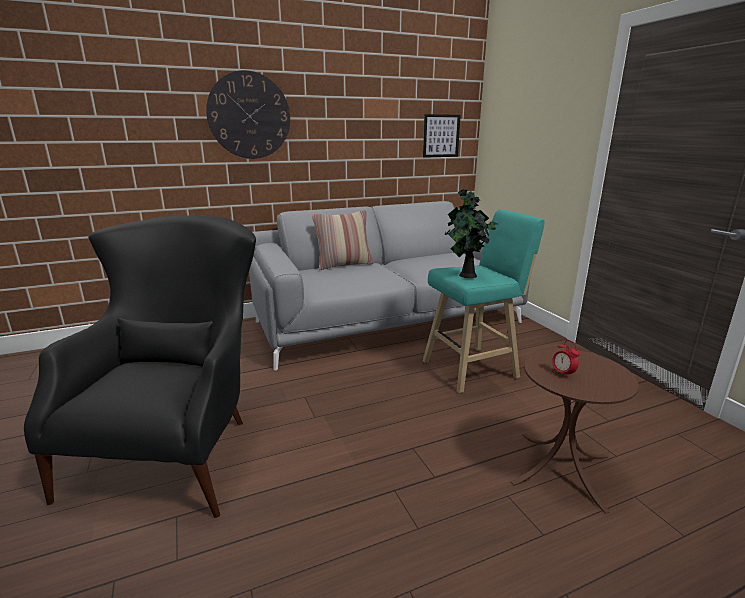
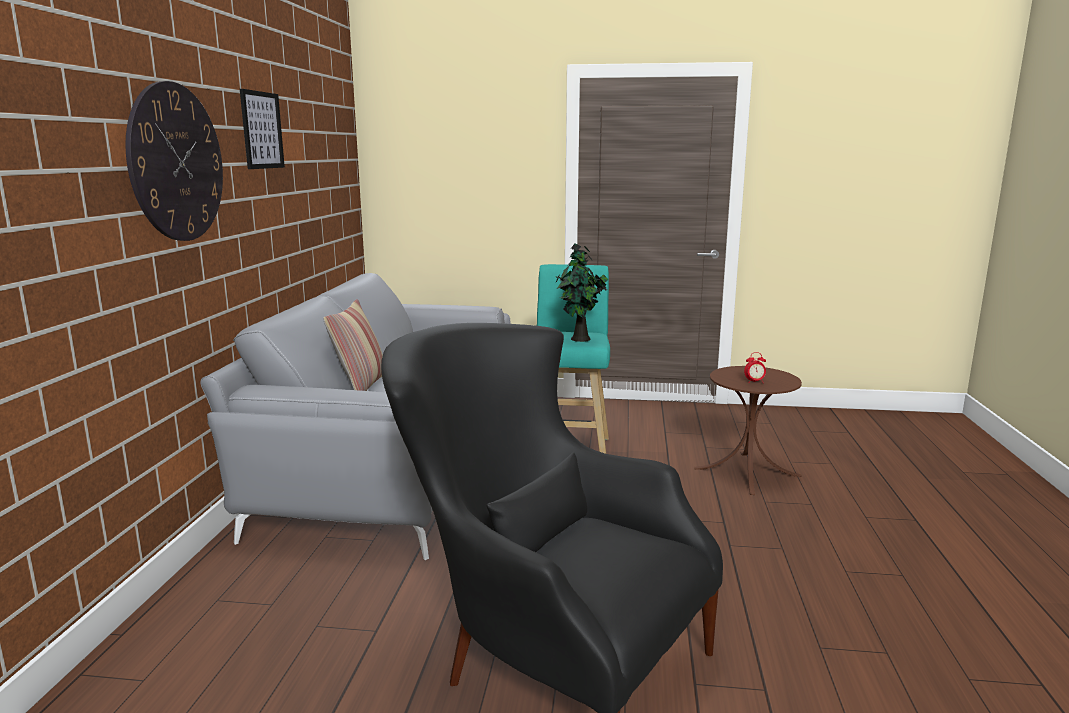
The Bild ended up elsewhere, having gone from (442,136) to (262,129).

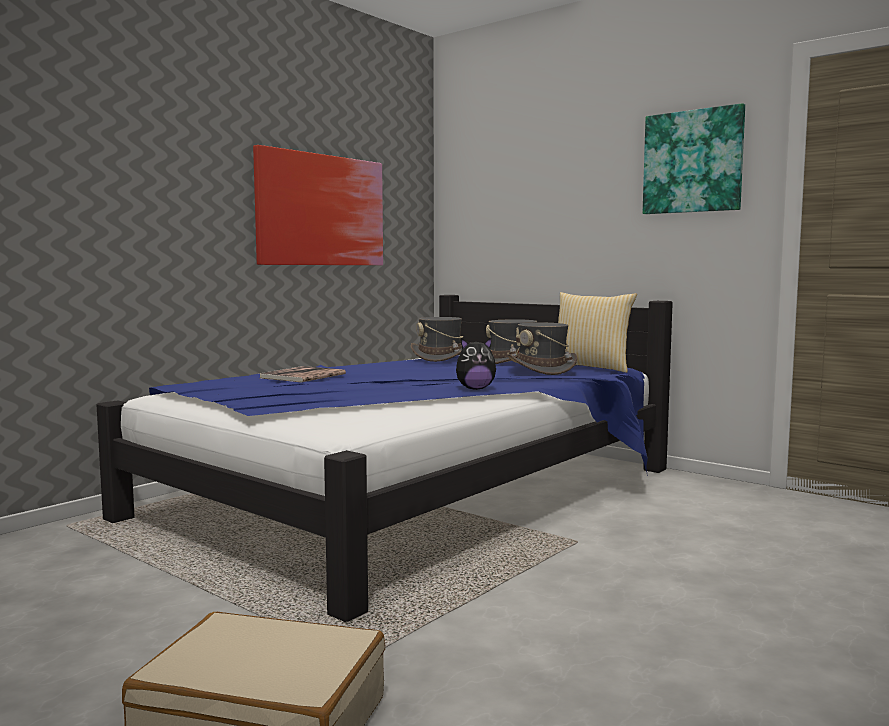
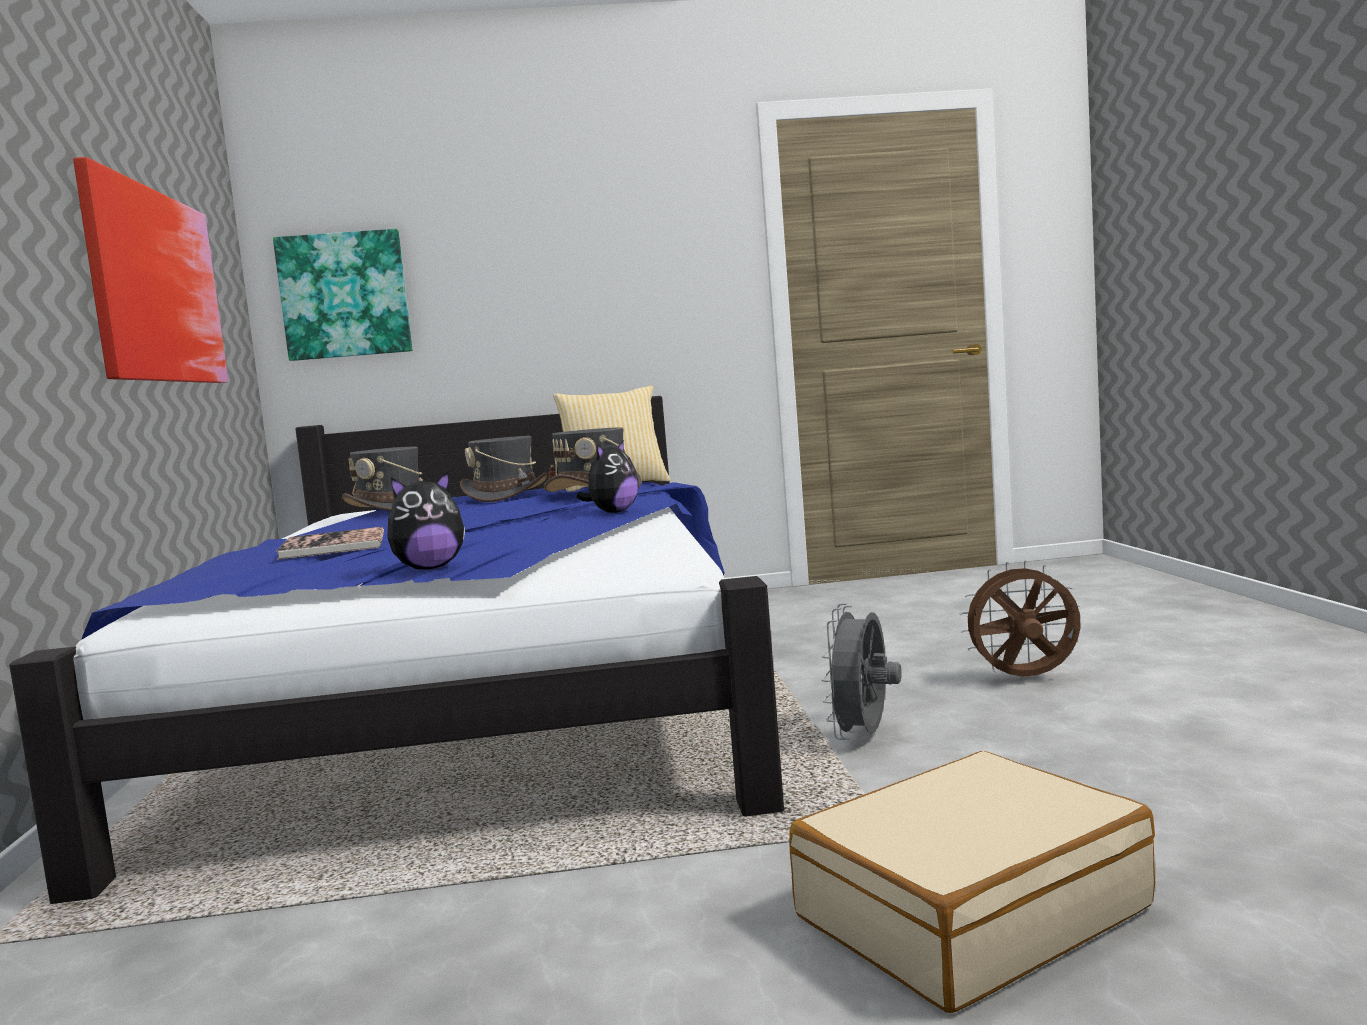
The second view gained the Plüschtier at (426,520). The second view gained the Ventilator (grau) at (861,671). The second view gained the Ventilator (braun) at (1020,618). The Bild ended up elsewhere, having gone from (694,158) to (342,295).

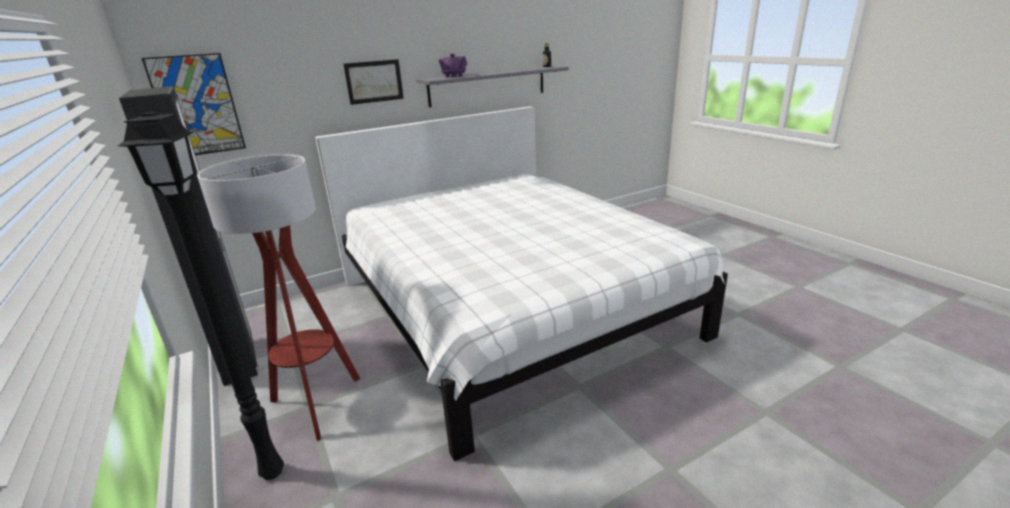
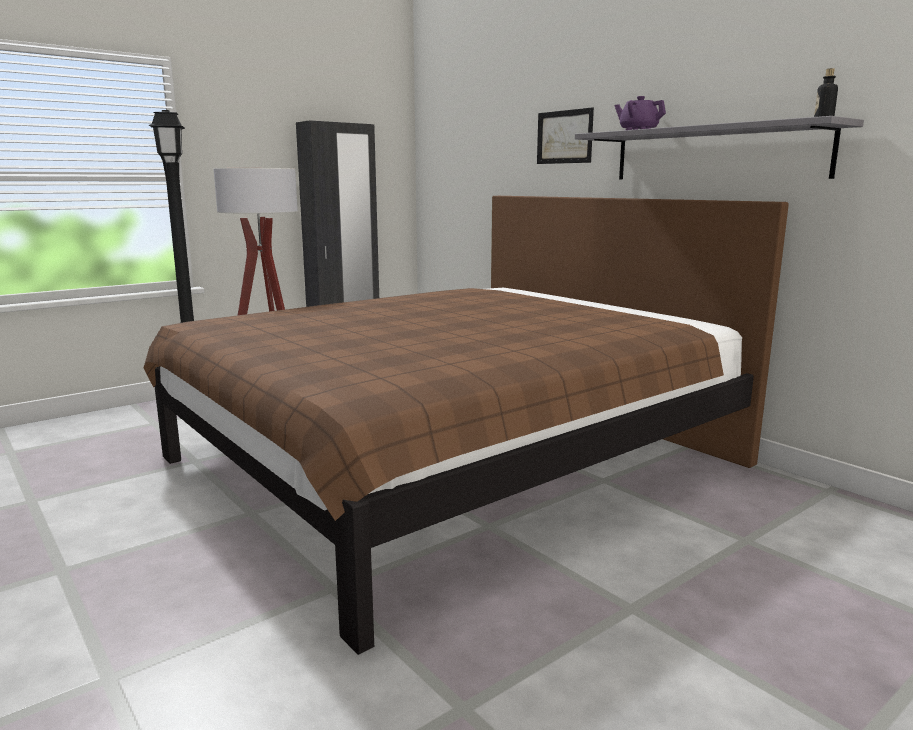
The second view lost the Bild at (194,104). What was the Bett (weiß) at (521,283) turned into the Bett (braun) at (466,425).

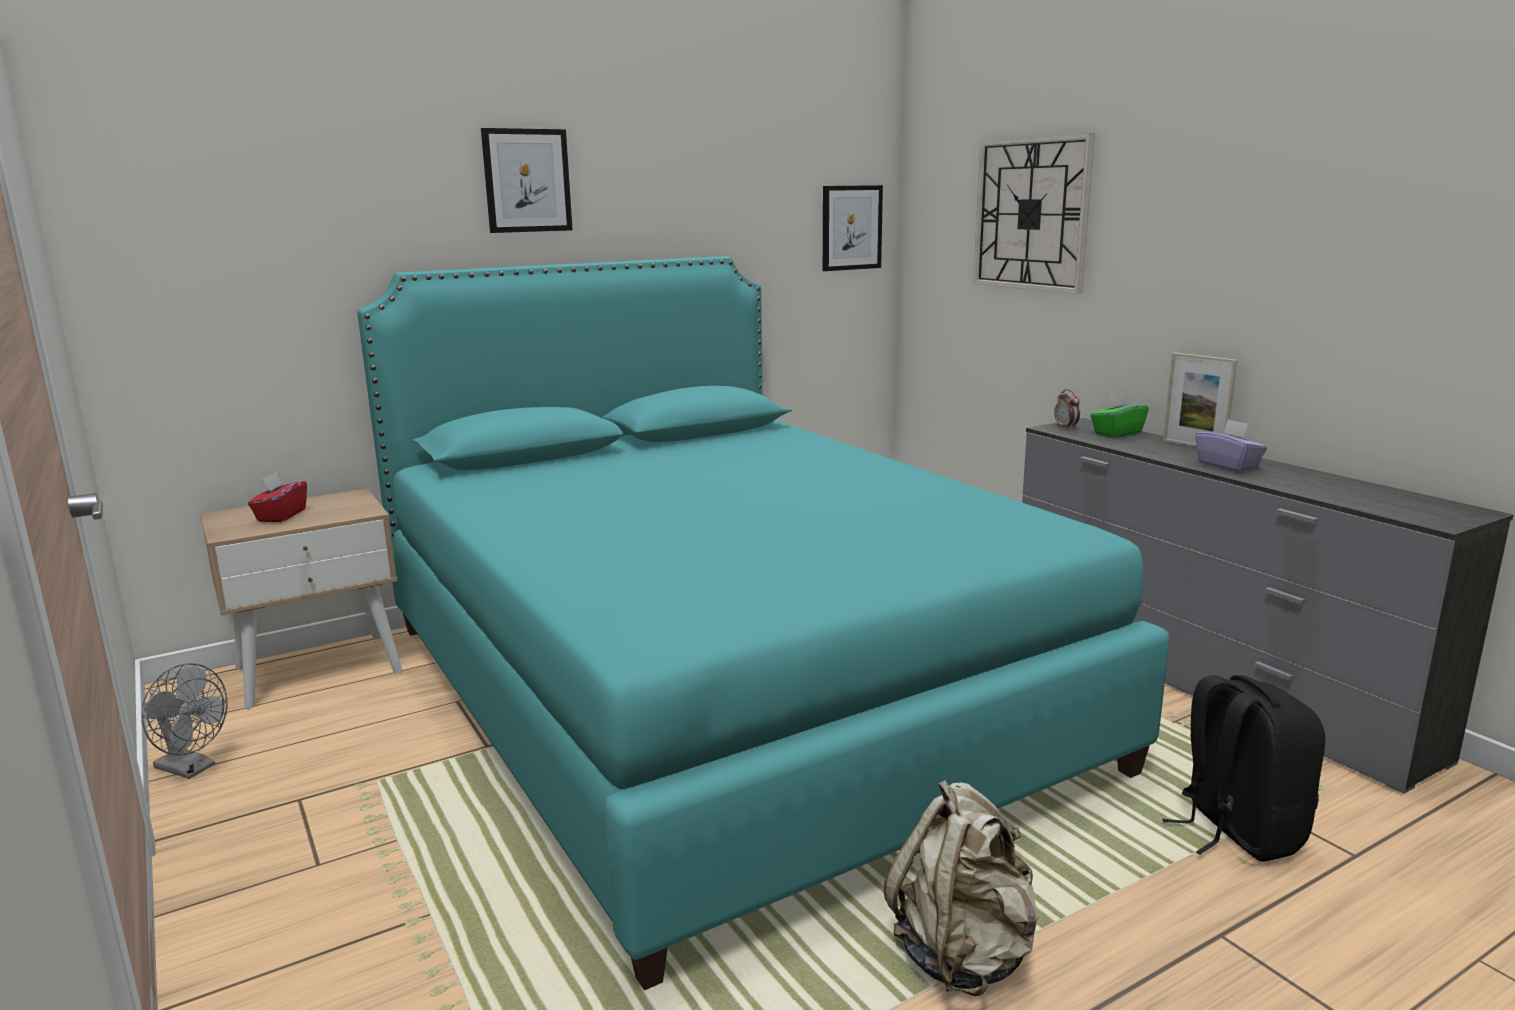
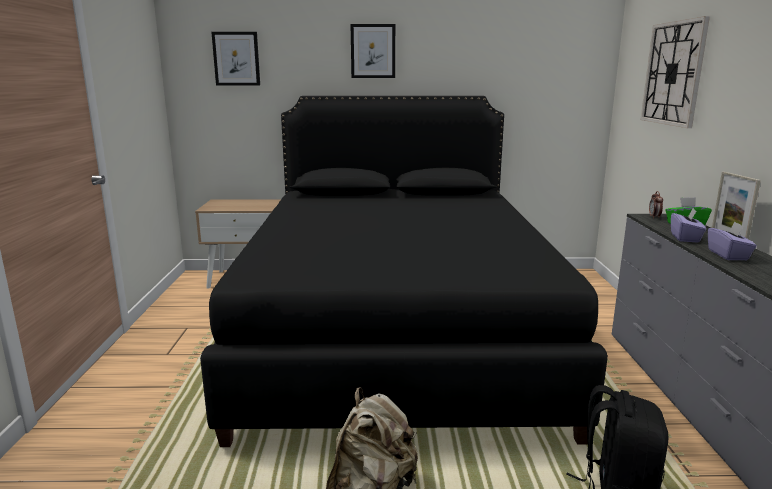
The second view lost the Ventilator (grau) at (184,721). The second view lost the Taschentuchbox (rot) at (277,497). The second view gained the Taschentuchbox (lila) at (688,226). The Bild ended up elsewhere, having gone from (853,228) to (235,59). What was the Bett (türkis) at (763,623) turned into the Bett (schwarz) at (404,271).

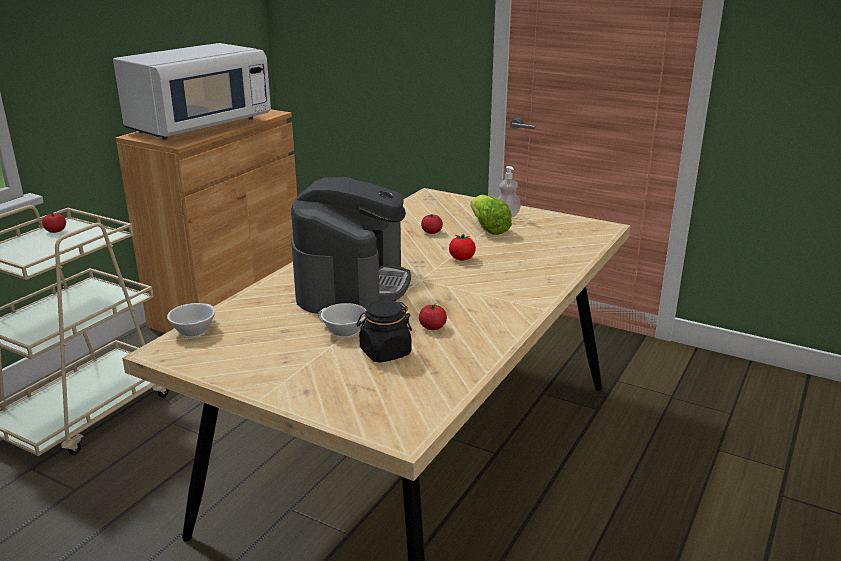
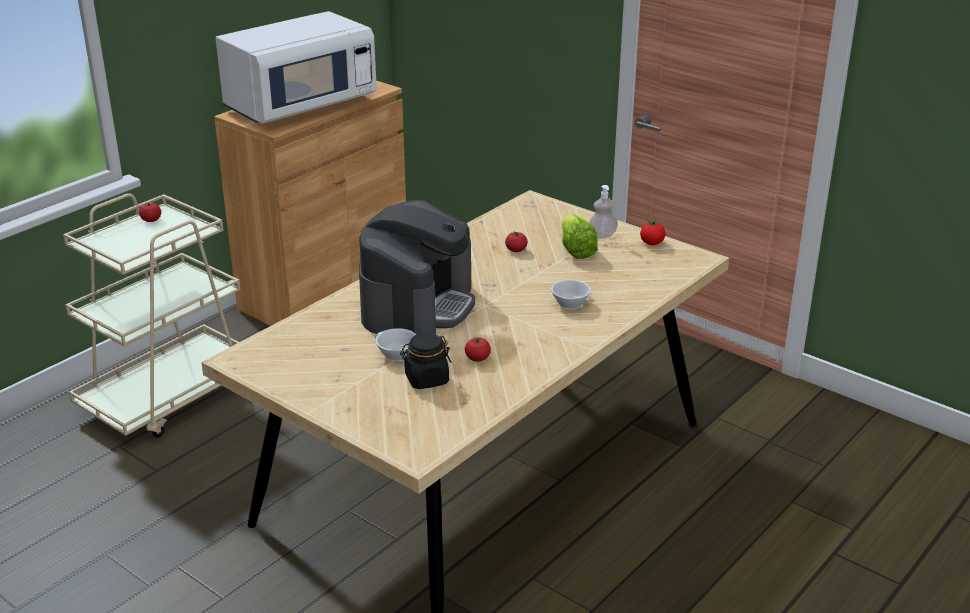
The Tasse (weiß) ended up elsewhere, having gone from (191,320) to (571,295). The Tomate ended up elsewhere, having gone from (462,247) to (653,232).

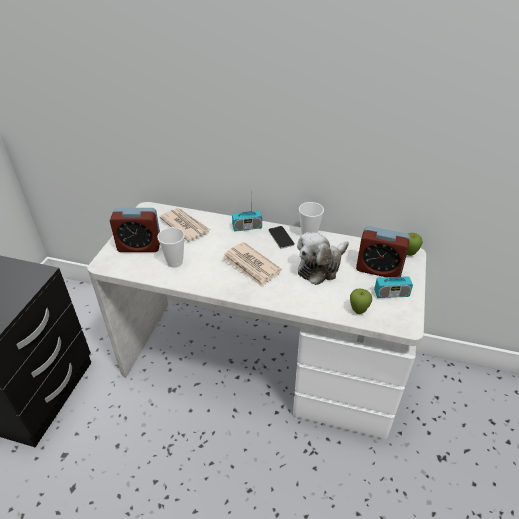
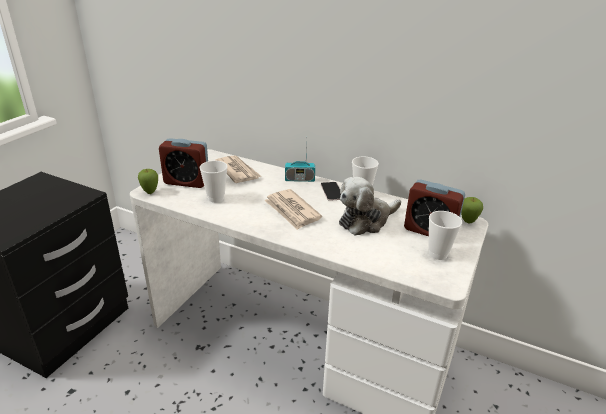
The Apfel ended up elsewhere, having gone from (361,301) to (148,181). Where the Radio stood at (393,276), the Tasse came to stand at (445,235).

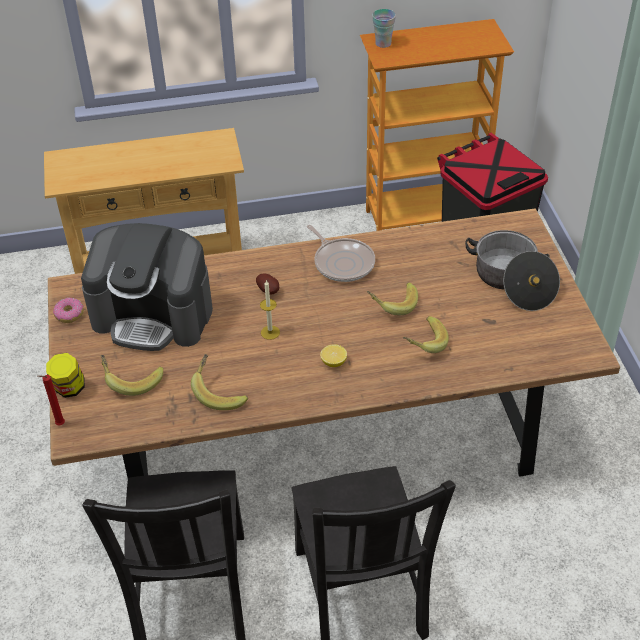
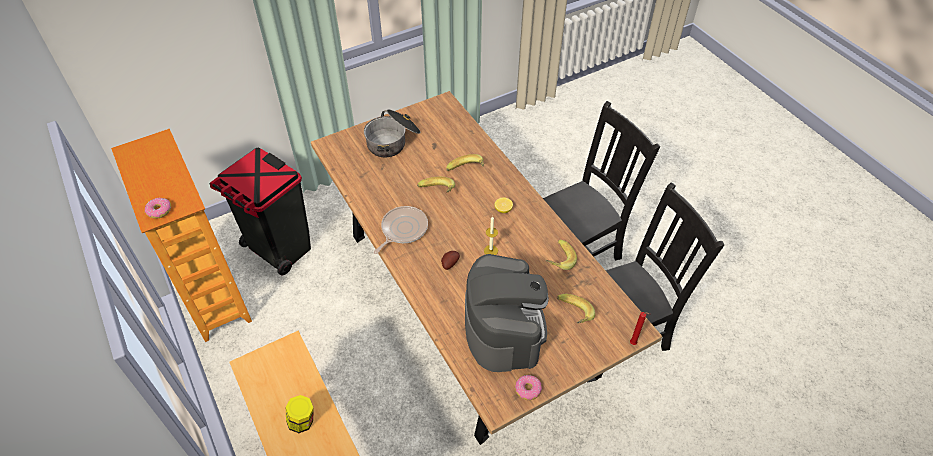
The Vorratsglas ended up elsewhere, having gone from (65,375) to (299,414). Where the Tasse stood at (384,28), the Donut came to stand at (158,208).

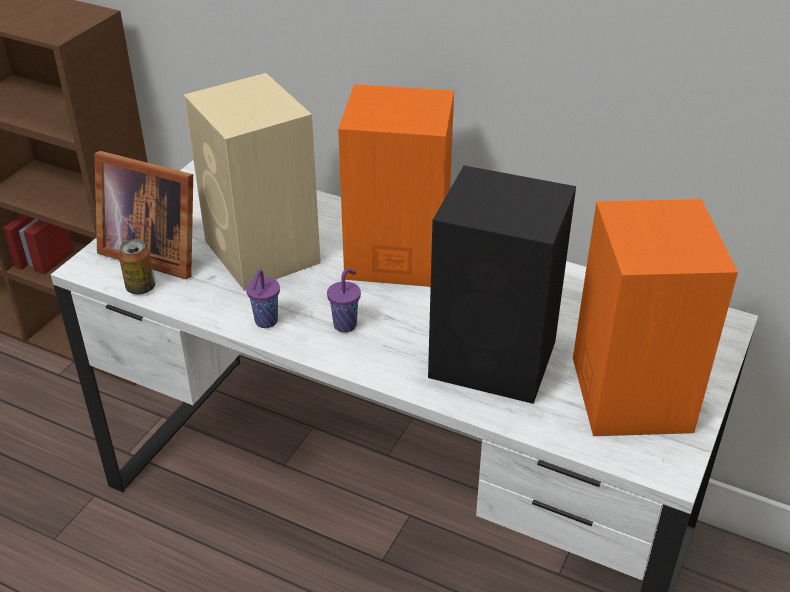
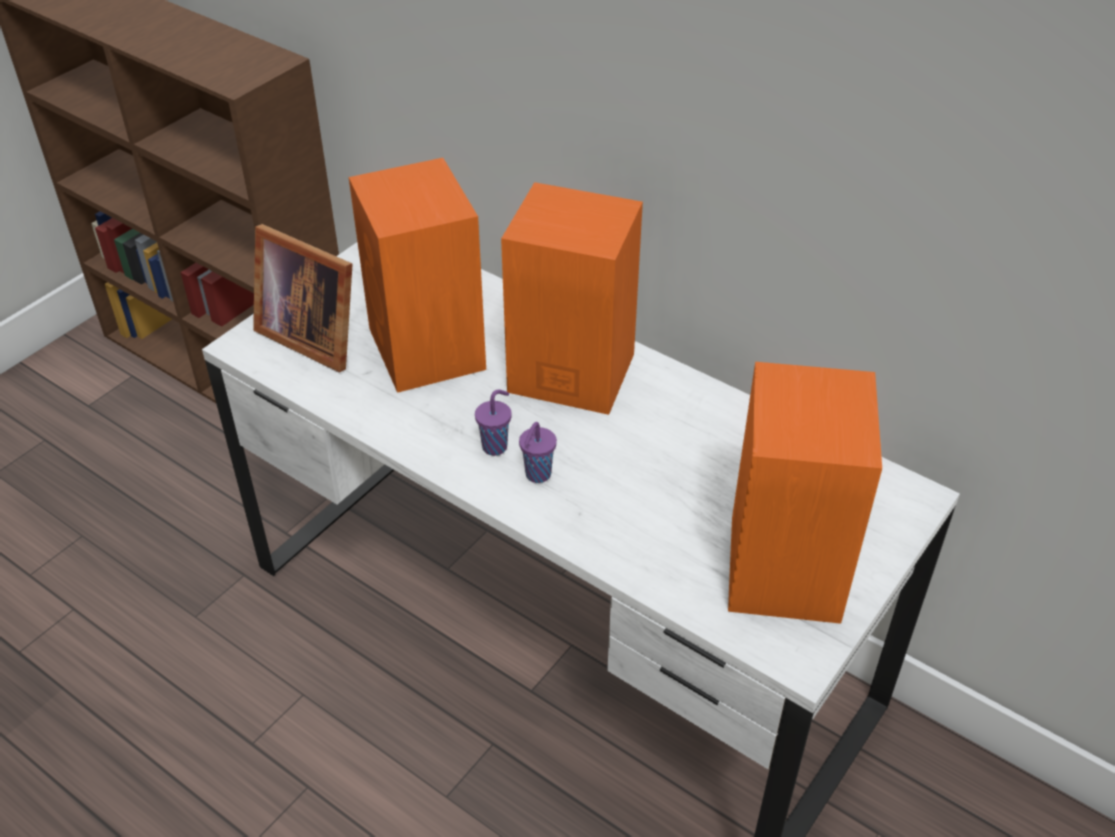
The second view lost the Dose at (136,267). The second view lost the Lautsprecher (schwarz) at (502,284). The Tasse (lila) ended up elsewhere, having gone from (263,298) to (538,452). What was the Lautsprecher (beige) at (252,182) turned into the Lautsprecher (orange) at (417,275).

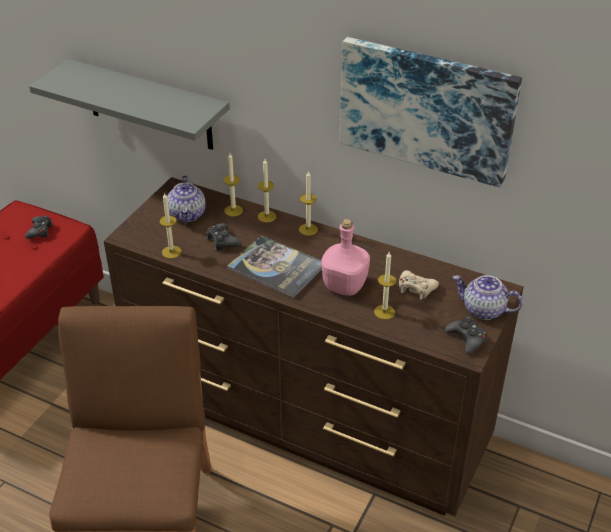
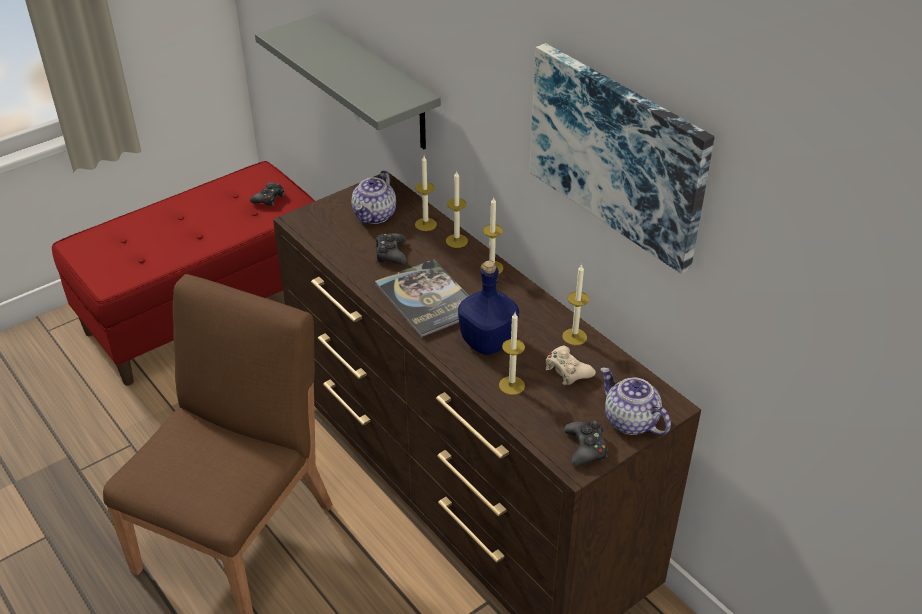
The Kerze ended up elsewhere, having gone from (170,225) to (575,304). What was the Flasche (rosa) at (345,257) turned into the Flasche (blau) at (488,307).

